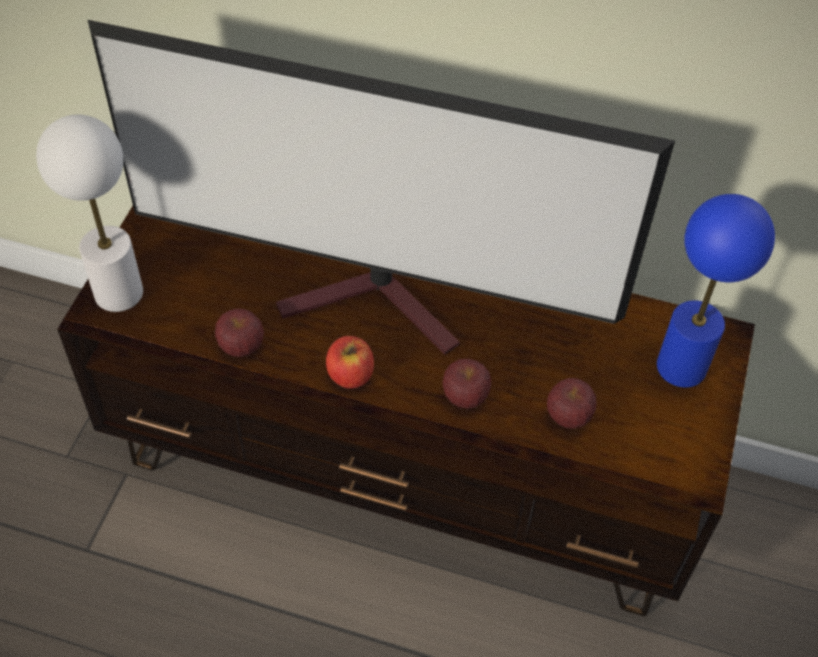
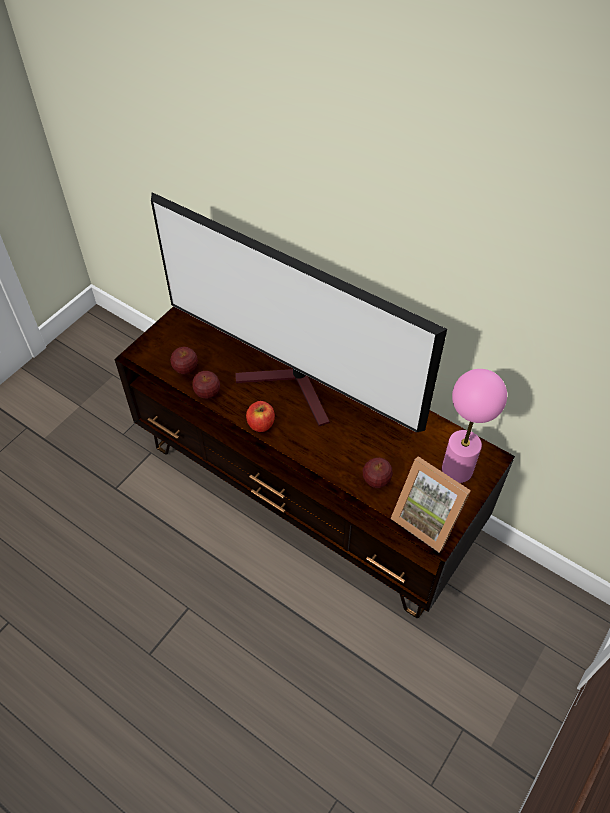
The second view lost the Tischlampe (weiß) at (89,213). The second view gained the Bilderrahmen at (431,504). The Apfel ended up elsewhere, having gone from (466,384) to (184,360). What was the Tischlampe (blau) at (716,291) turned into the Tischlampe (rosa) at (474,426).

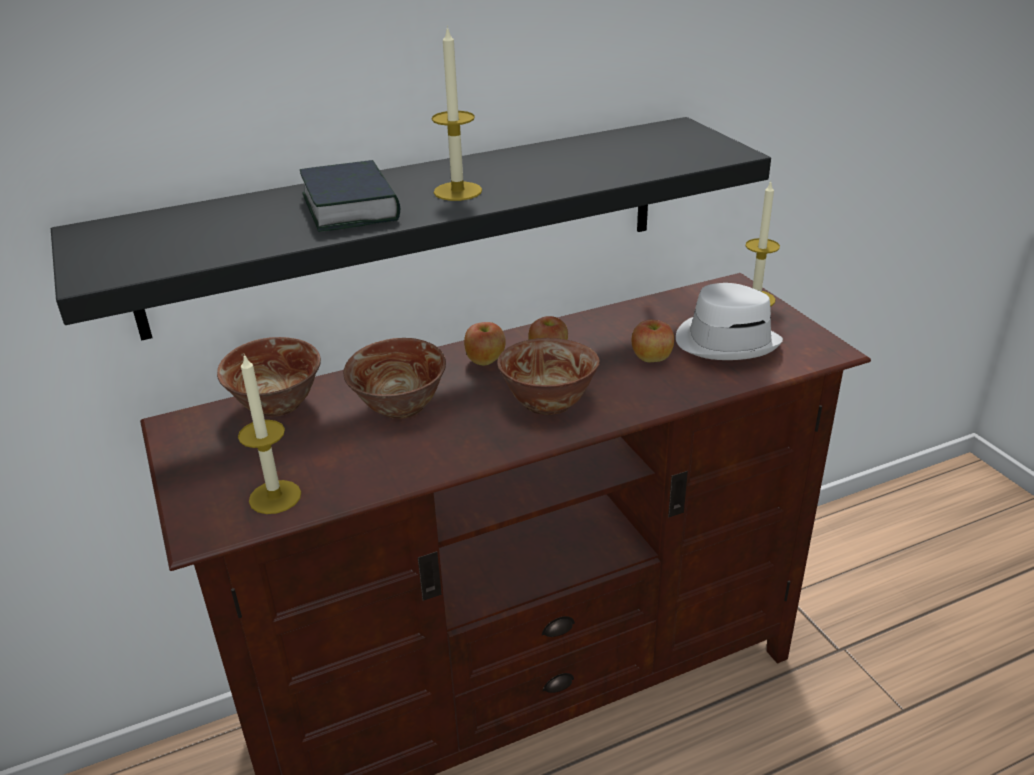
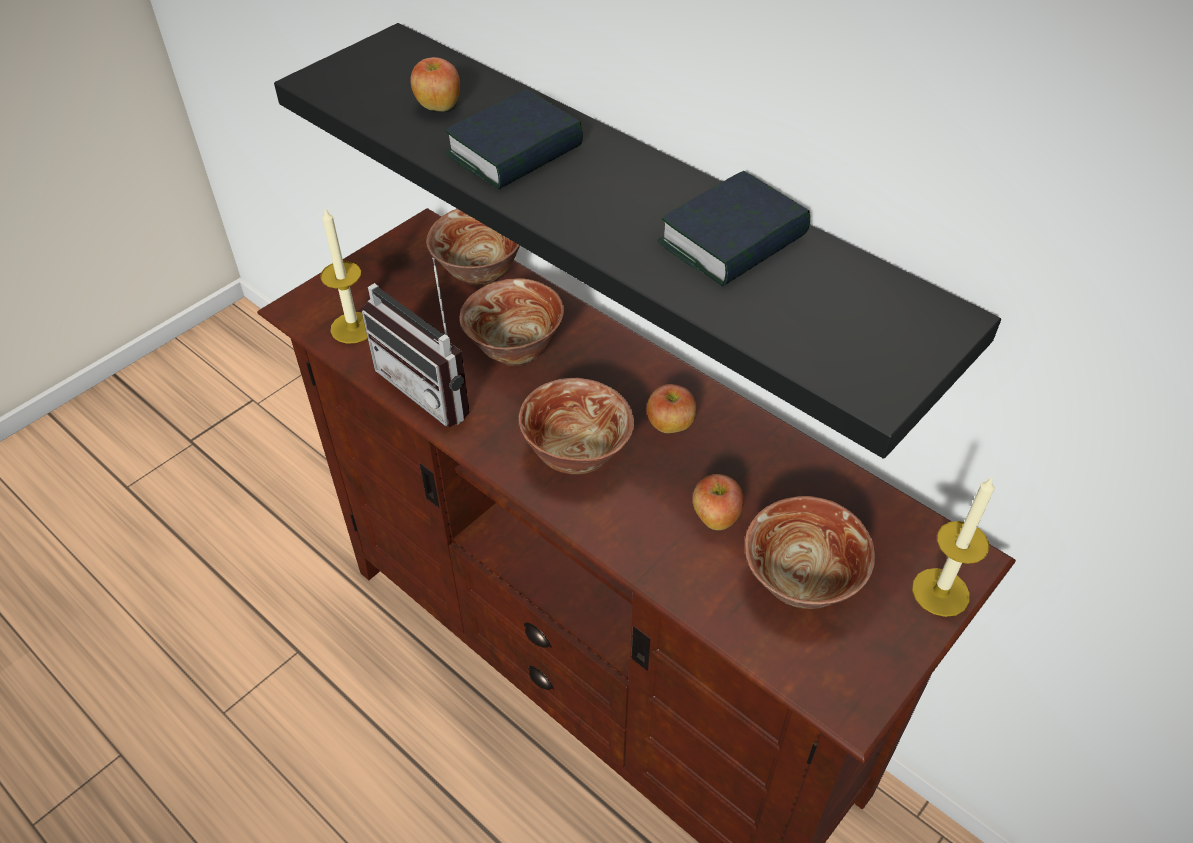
The second view lost the Kerze at (457,113). The second view gained the Radio at (416,342). The second view gained the Buch at (734,229). The Apfel ended up elsewhere, having gone from (485,343) to (435,84). Where the Hut (weiß) stood at (729,321), the Schüssel came to stand at (810,552).

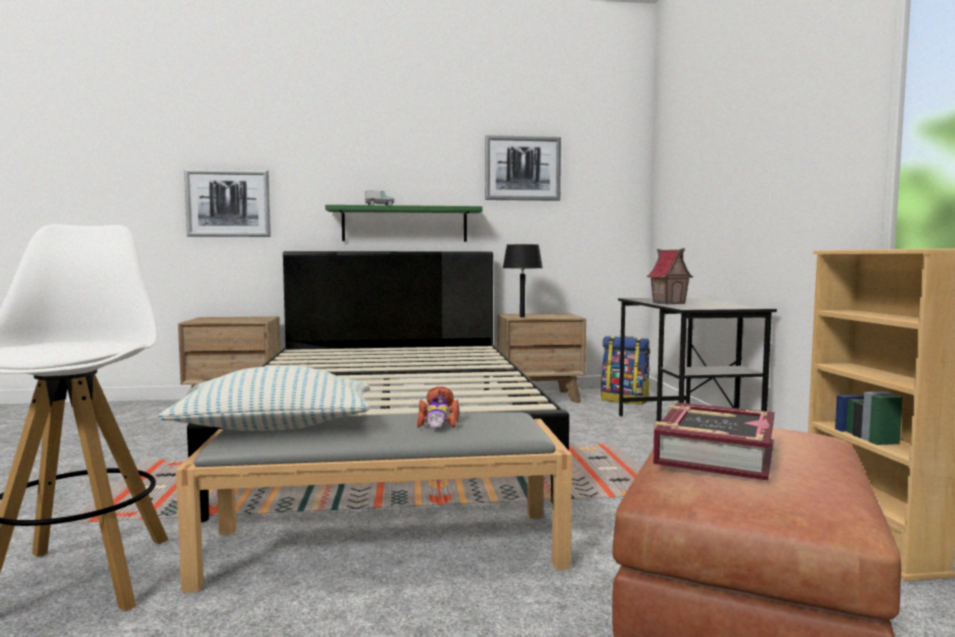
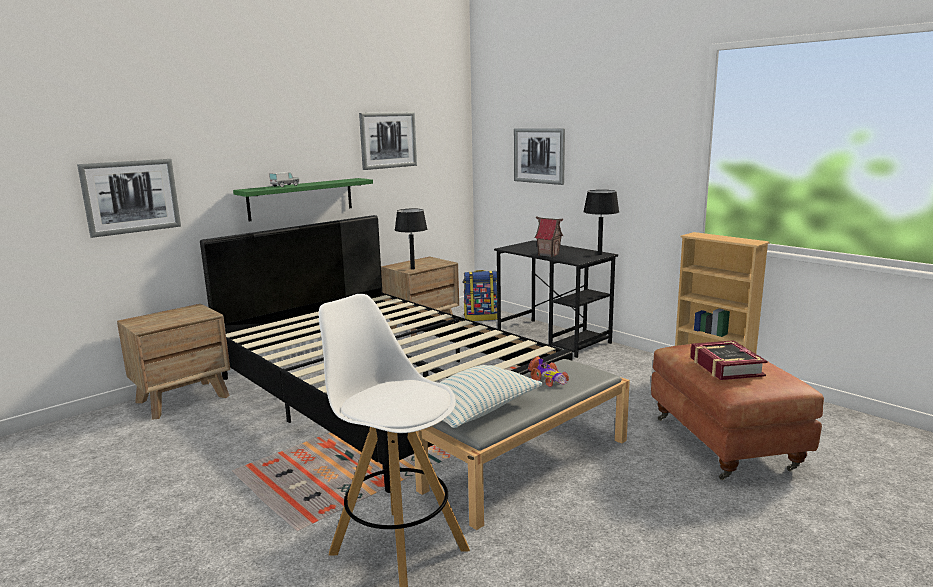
The second view gained the Bild at (539,157). The second view gained the Tischlampe (schwarz) at (601,222).

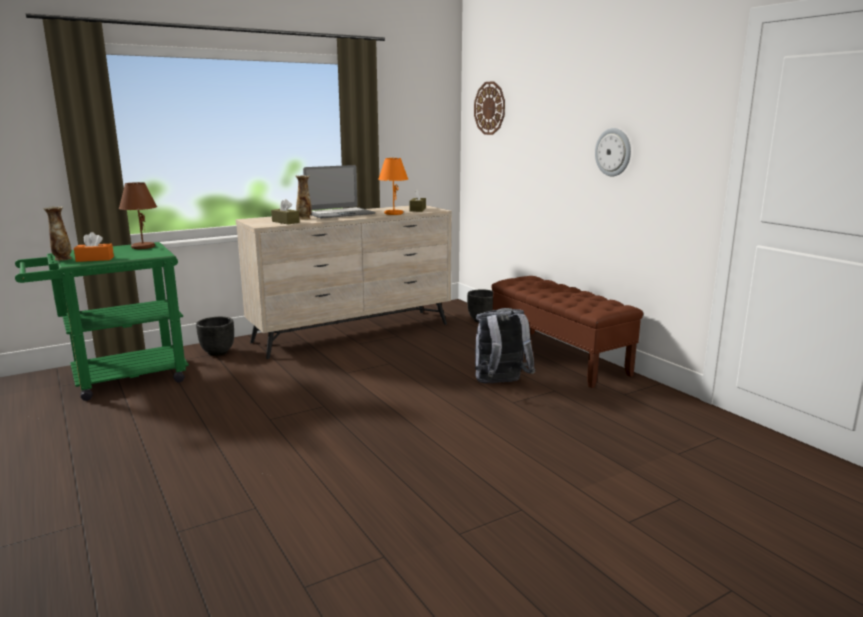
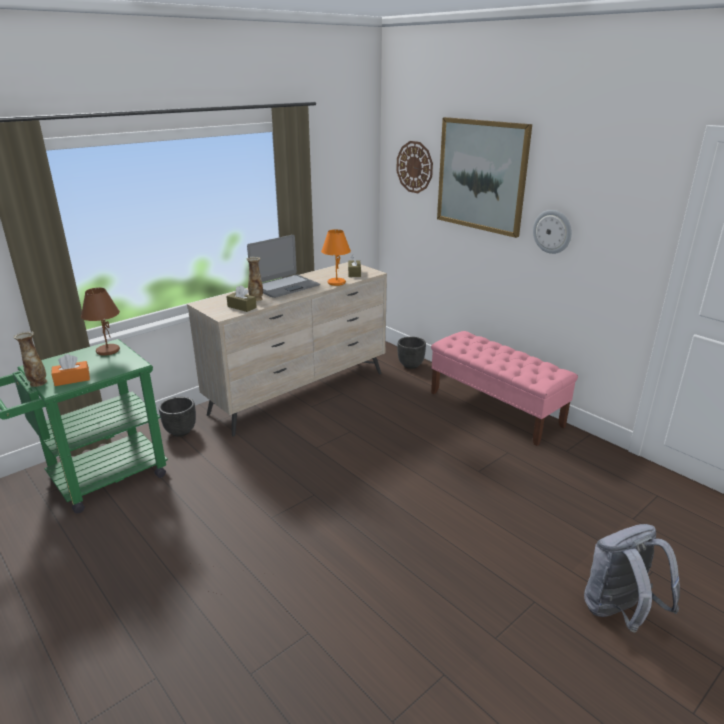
The second view gained the Bild at (484,177). The Rucksack (grau) ended up elsewhere, having gone from (505,345) to (632,578). What was the Bank (braun) at (567,332) turned into the Bank (rosa) at (504,388).

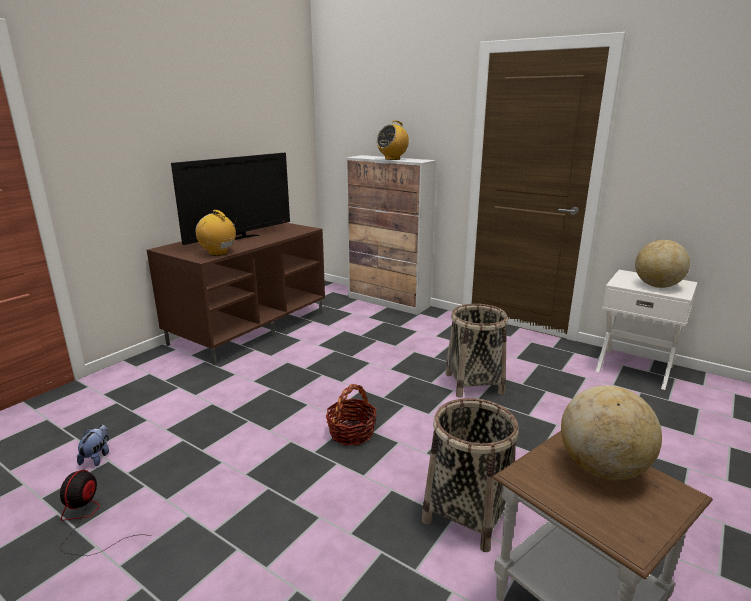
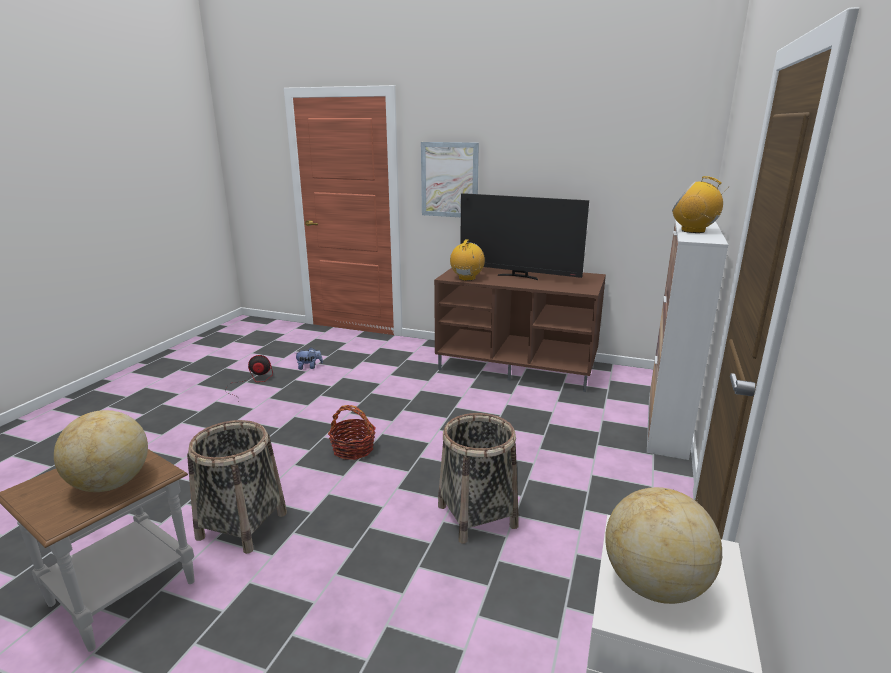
The second view gained the Bild at (450,179).

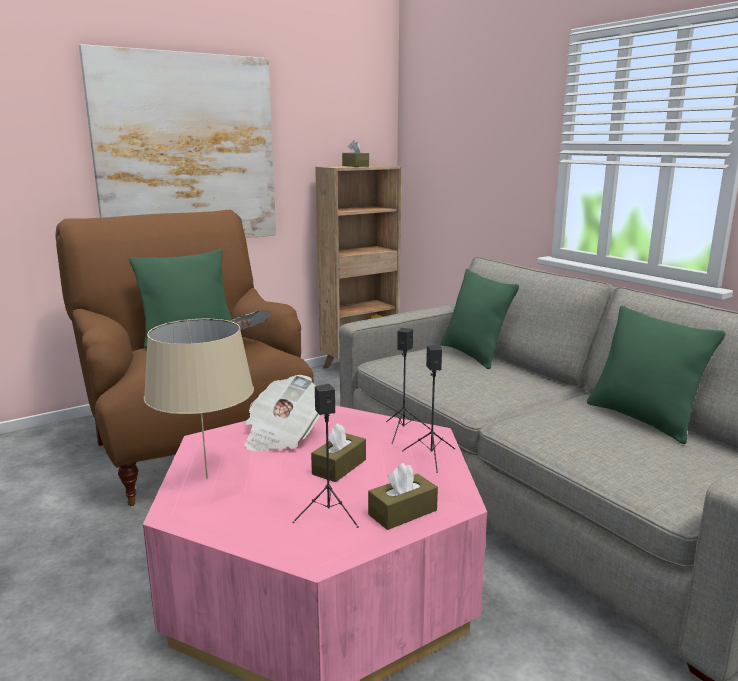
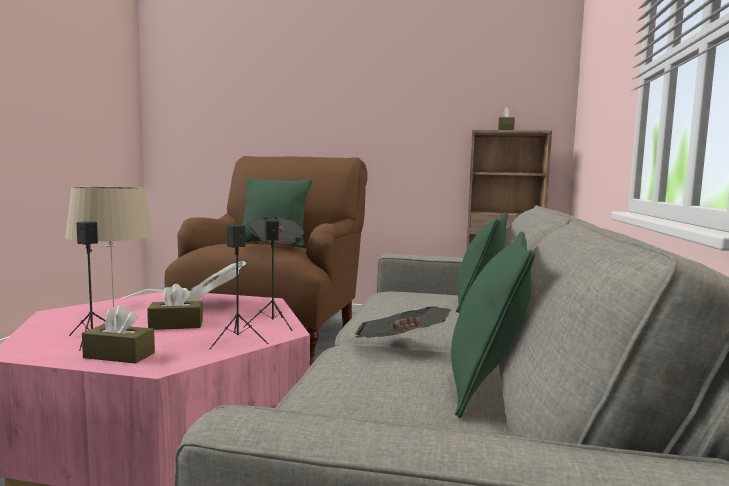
The second view lost the Bild at (177,141). The second view gained the Zeitung at (403,322).

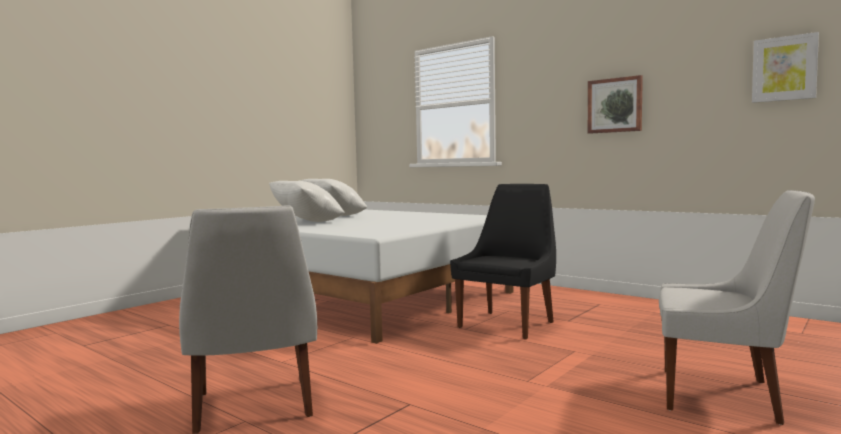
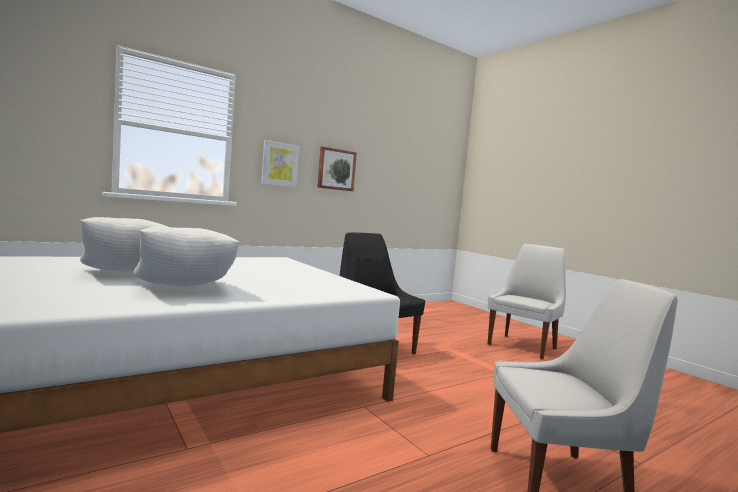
The Bild ended up elsewhere, having gone from (785,67) to (280,164).

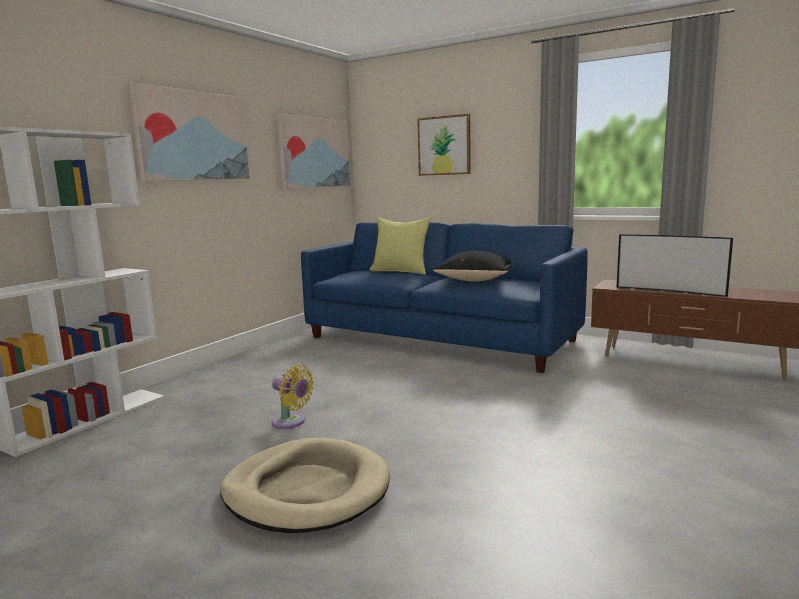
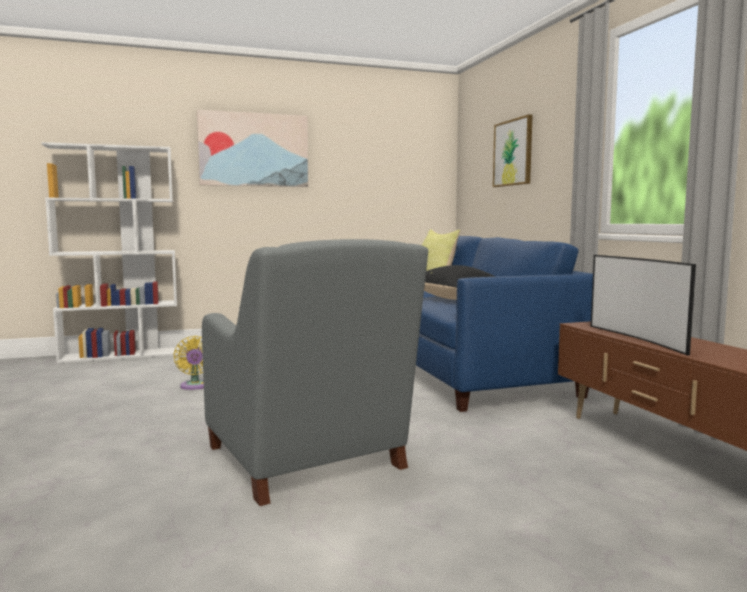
The second view lost the Hundebett (beige) at (305,485). The second view lost the Bild at (313,151). The second view gained the Sessel (grau) at (315,372).

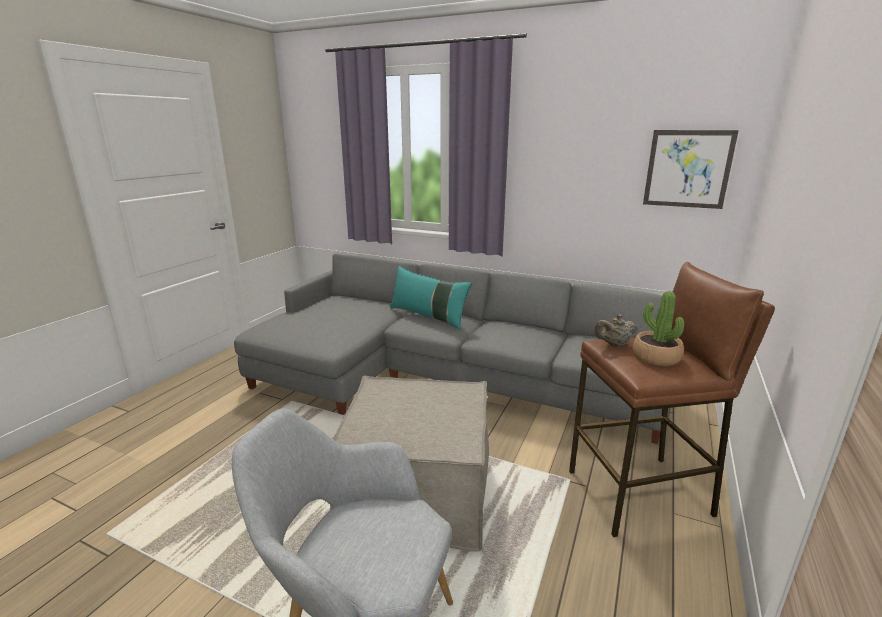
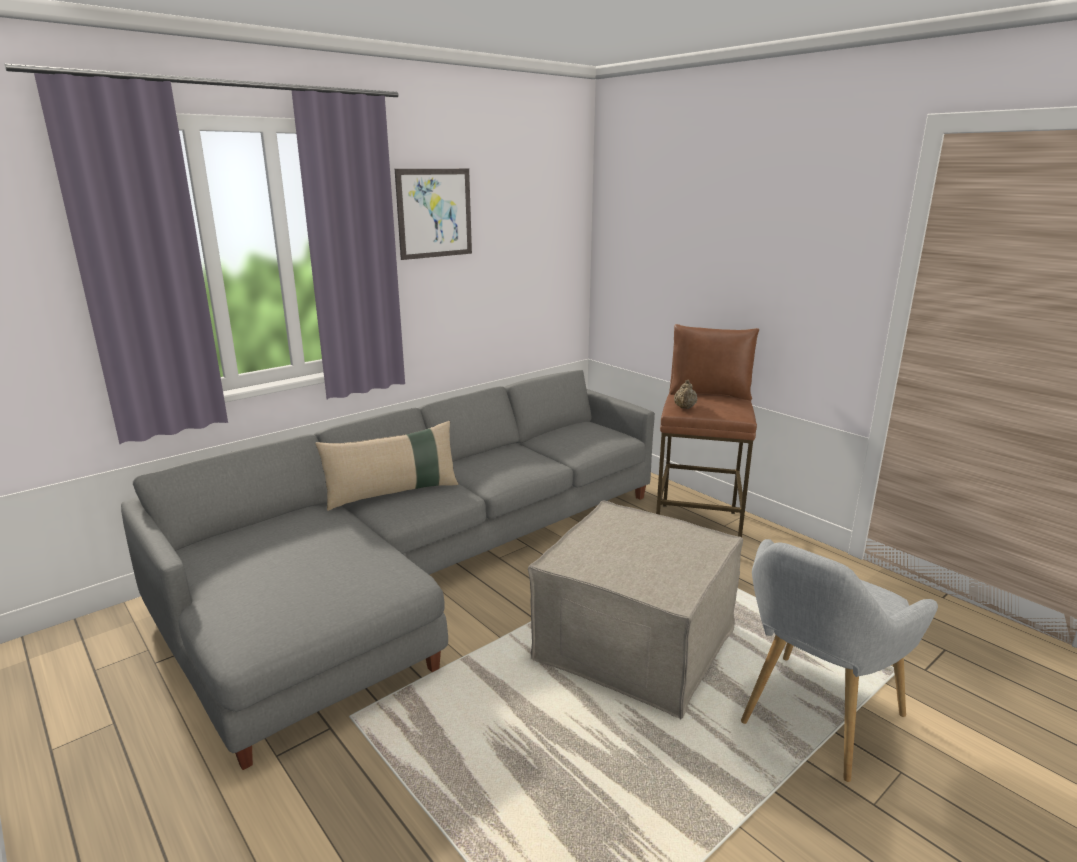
The second view lost the Topfpflanze at (658,328). The Bild ended up elsewhere, having gone from (691,169) to (433,214). What was the Kissen (türkis) at (431,297) turned into the Kissen (beige) at (386,466).

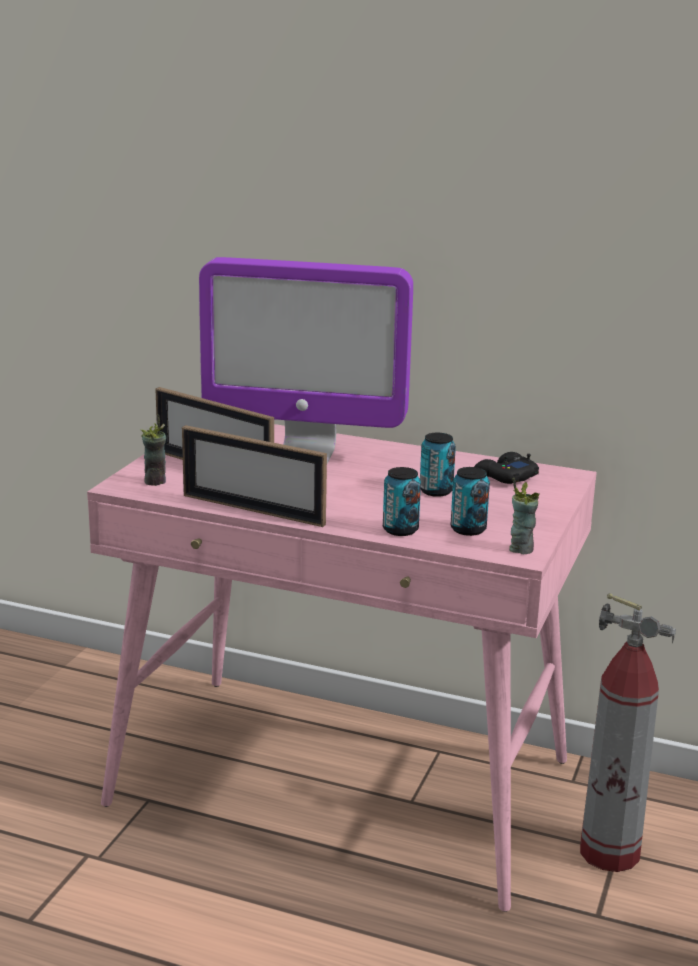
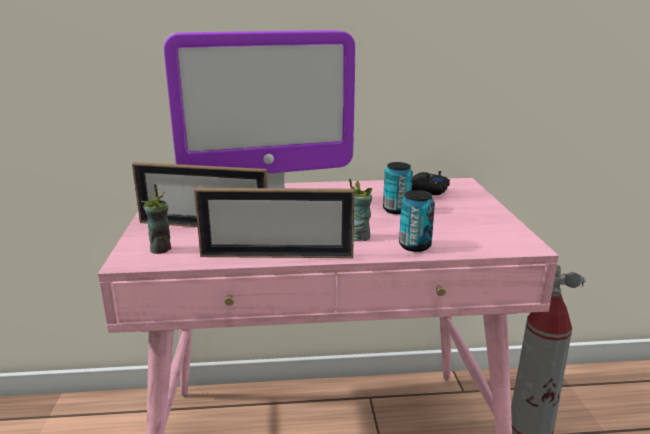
The second view lost the Dose at (470,501). The Tasse ended up elsewhere, having gone from (524,515) to (361,209).

